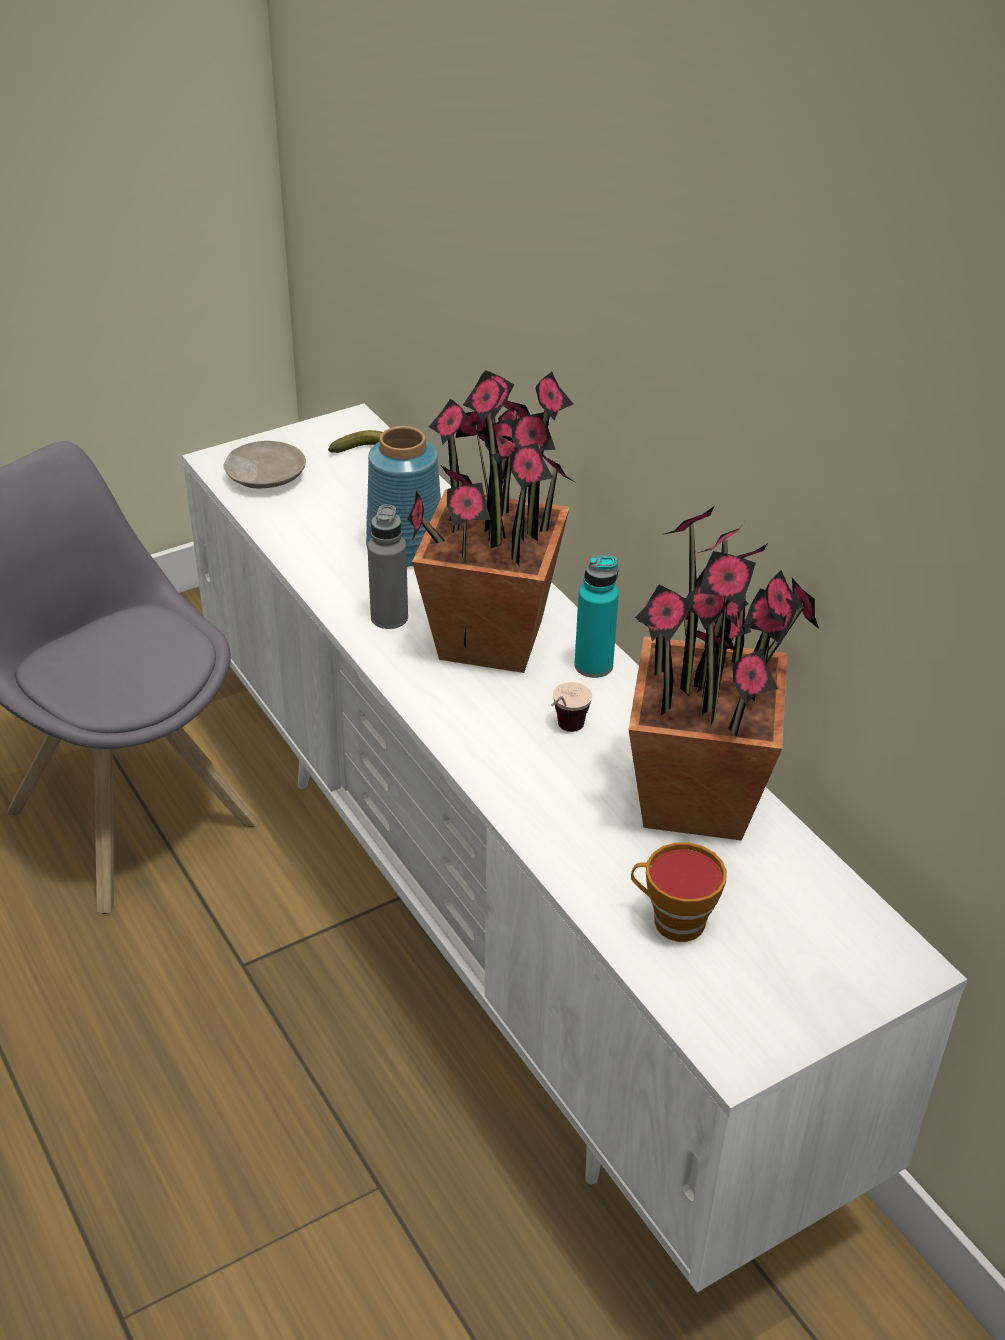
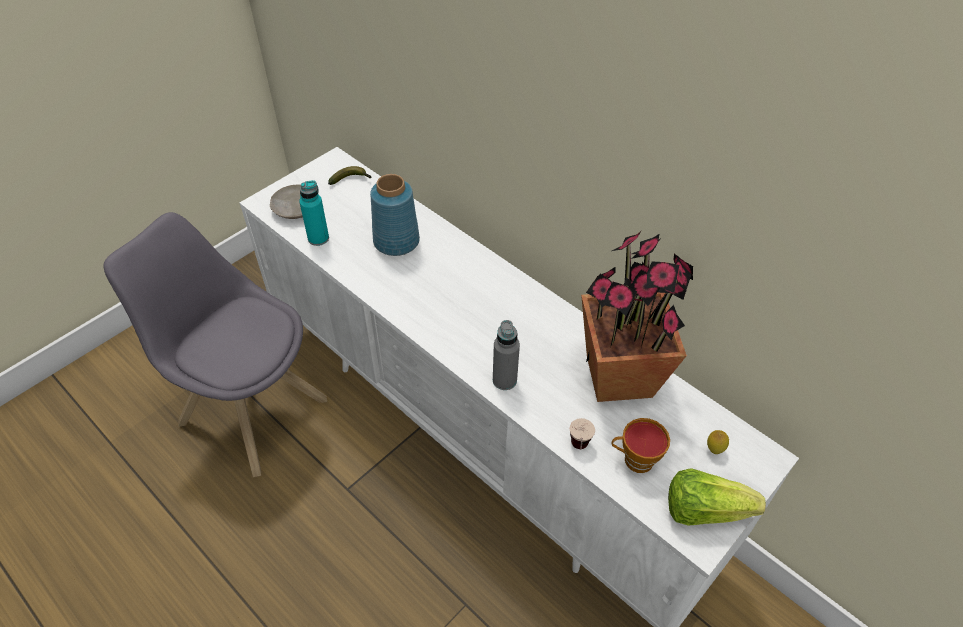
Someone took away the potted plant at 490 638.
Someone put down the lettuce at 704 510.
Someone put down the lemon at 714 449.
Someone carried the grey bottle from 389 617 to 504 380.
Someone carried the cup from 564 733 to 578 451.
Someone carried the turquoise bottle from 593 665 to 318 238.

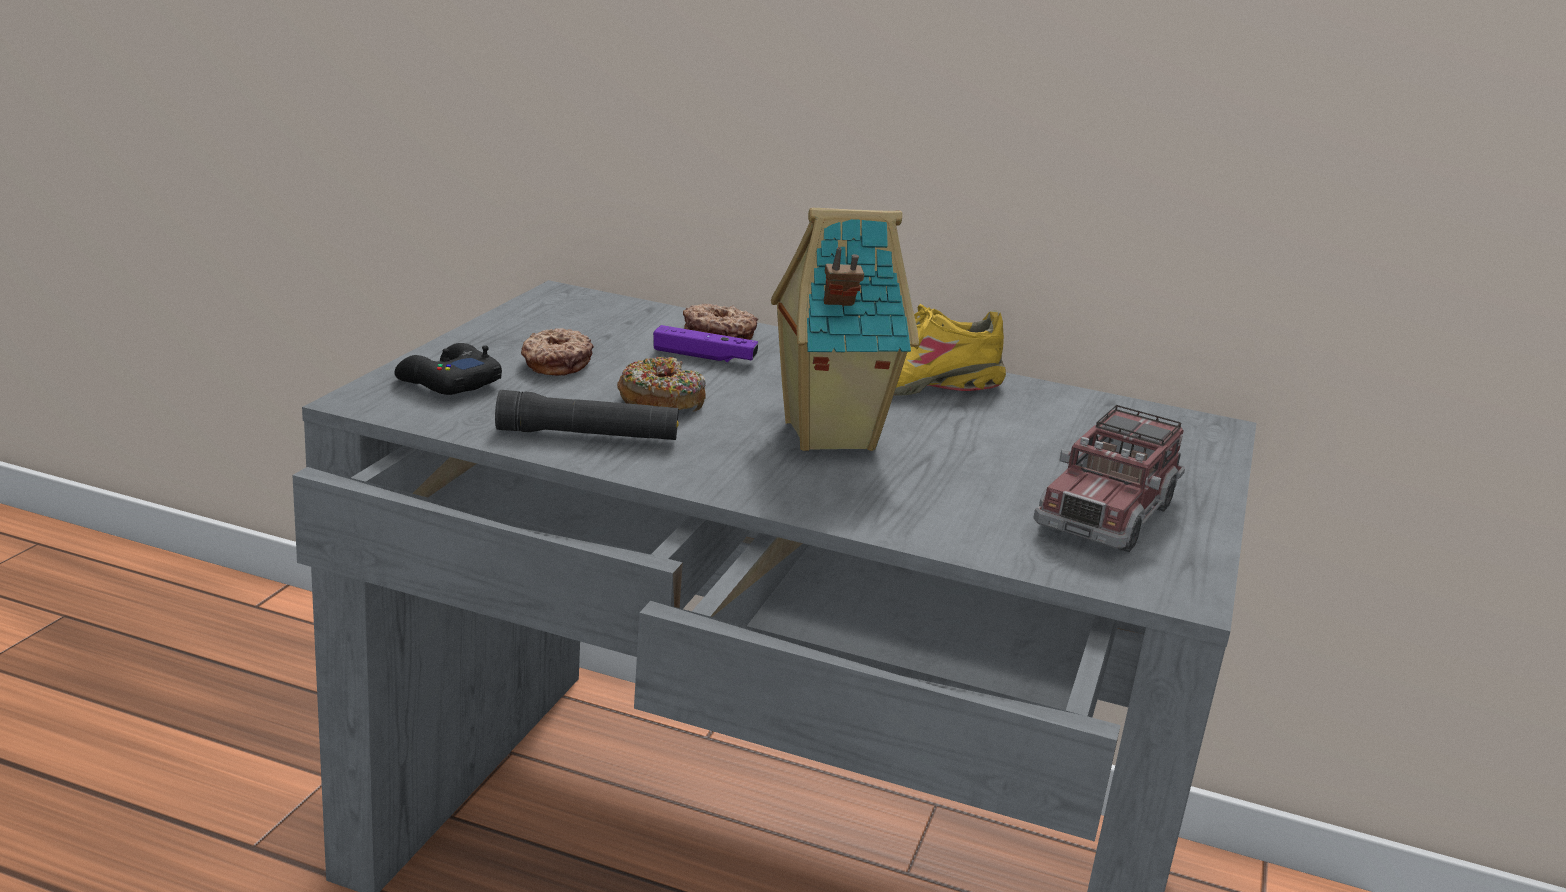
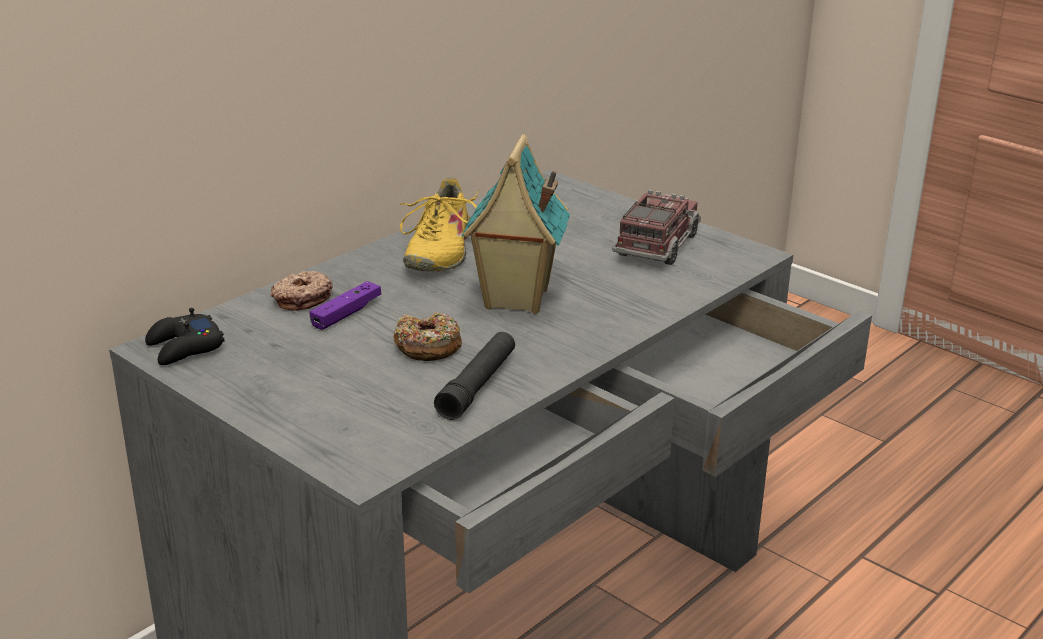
Someone took away the donut at 555 363.
Someone carried the black game controller from 448 382 to 184 348.
Someone rotated the toy truck at 1107 513 by 120 degrees counterclockwise.

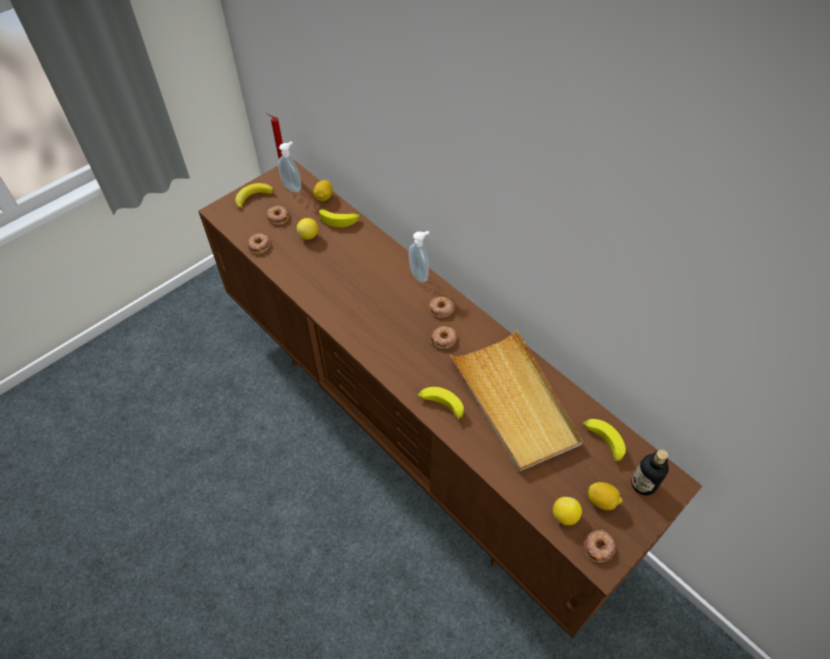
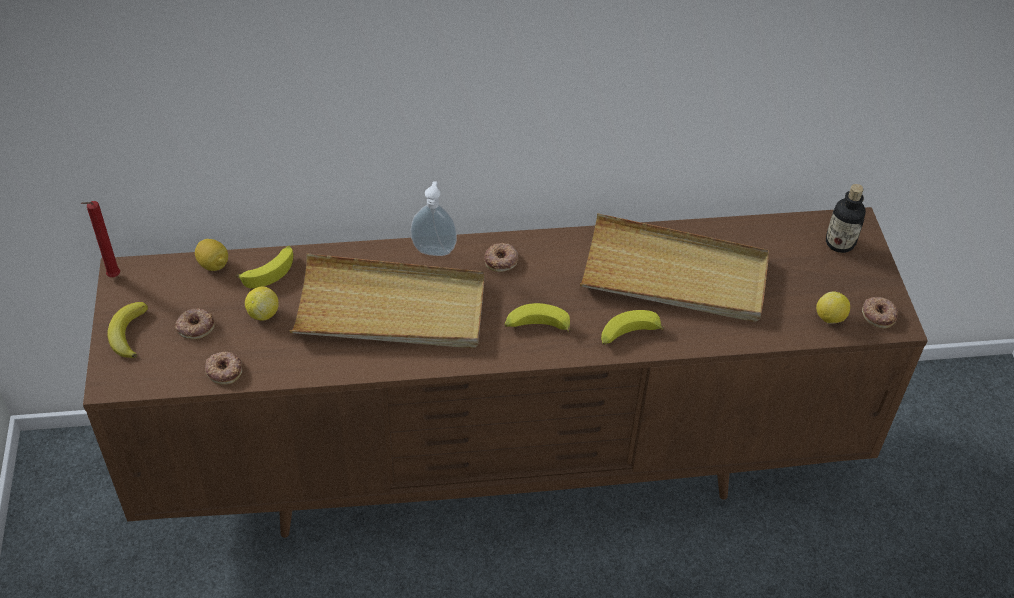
Someone took away the soap dispenser at 293 187.
Someone took away the donut at 444 339.
Someone took away the lemon at 601 501.
Someone put down the beige tray at 391 309.
Someone carried the banana from 602 441 to 536 327.

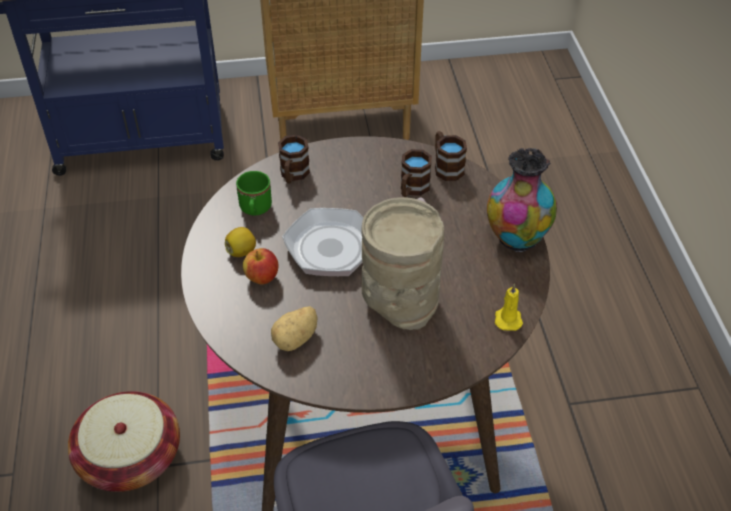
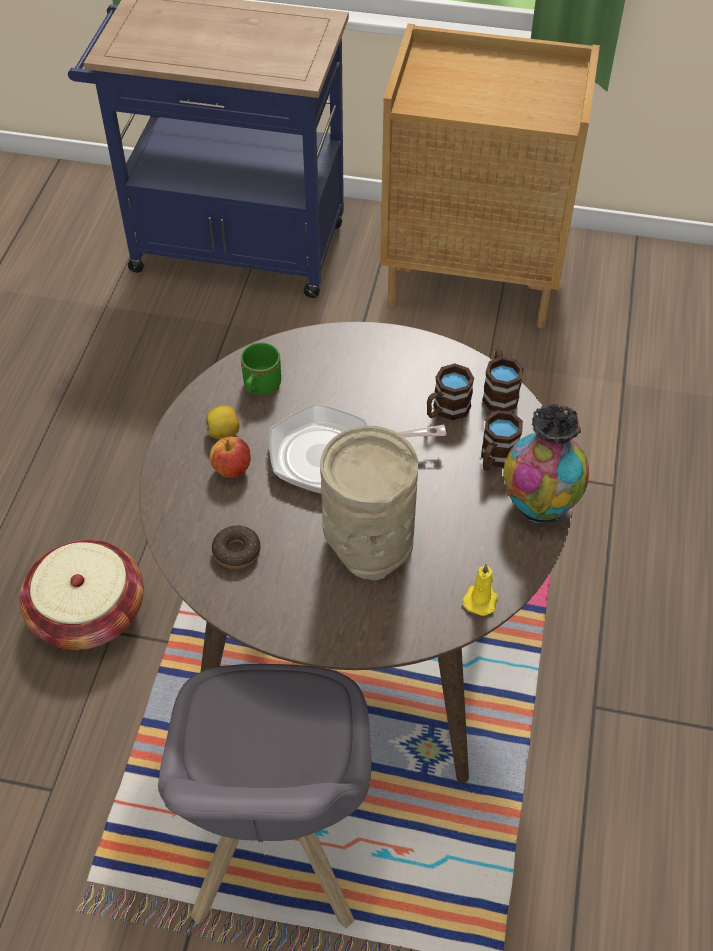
Someone carried the brown mug from 293 175 to 495 458.
Someone swapped the potato at 296 339 for the donut at 236 551.

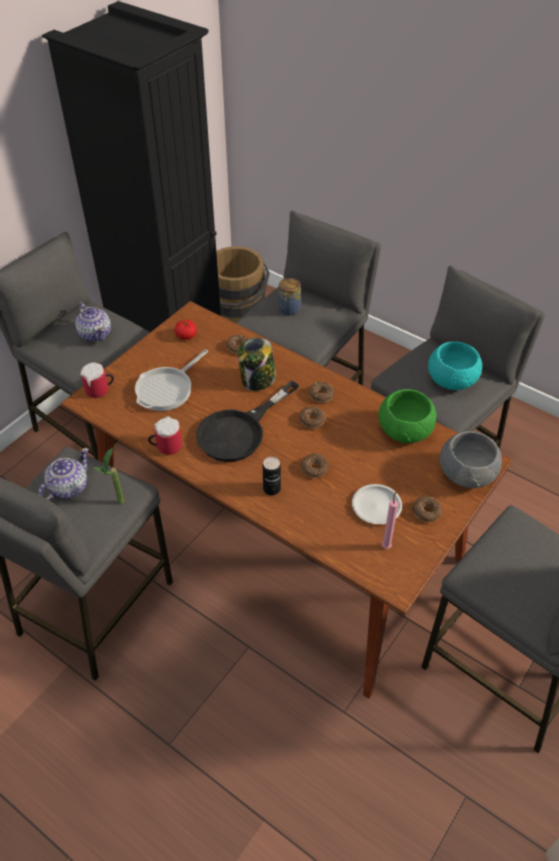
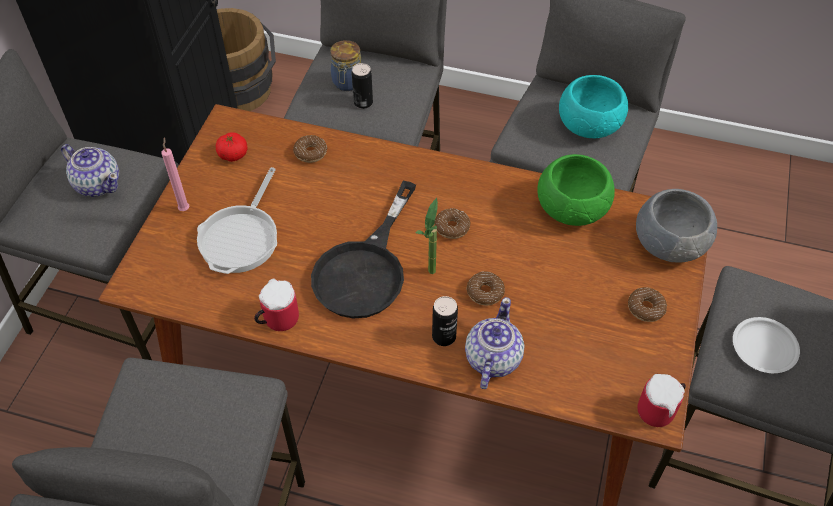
Someone took away the jar at 257 380.
Someone took away the donut at 321 395.
Someone put down the can at 363 102.
Someone carried the teapot from 68 487 to 492 359.
Someone carried the mug from 100 390 to 660 410.
Someone carried the potted plant from 117 506 to 431 277.
Someone carried the white plate from 376 507 to 764 348.
Someone carried the pink candle from 386 545 to 184 208.

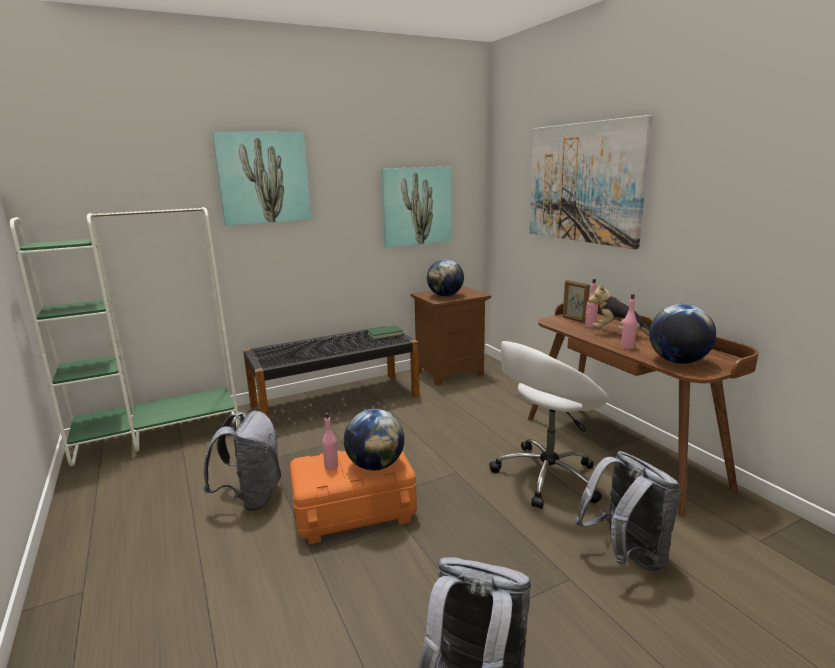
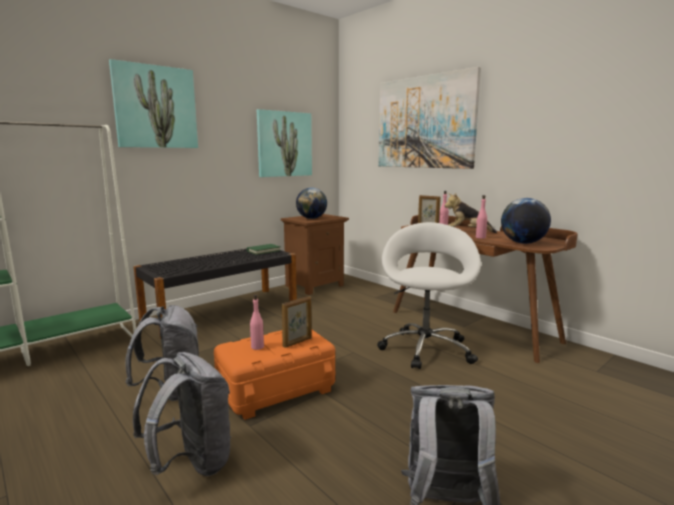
Someone carried the grey backpack from 626 556 to 192 463.
Someone swapped the globe at 375 465 for the picture frame at 297 342.
Someone rotated the white office chair at 544 478 by 150 degrees clockwise.

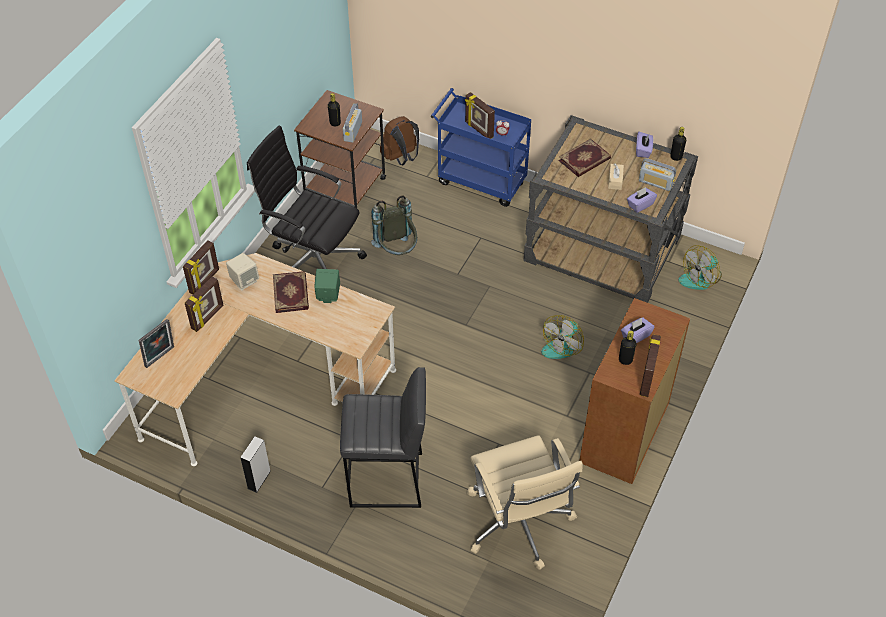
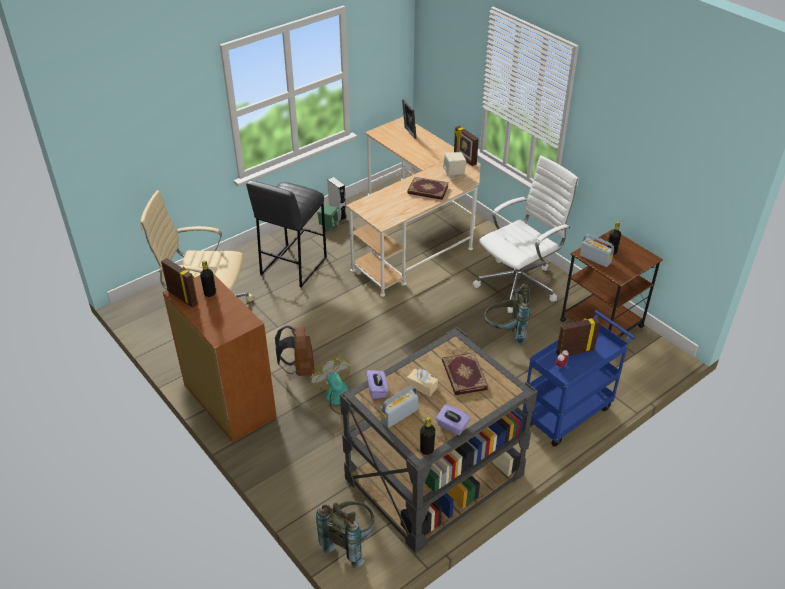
Someone took away the picture frame at 208 317.
Someone took away the purple tissue box at 635 336.
Someone carried the green speaker from 328 295 to 329 225.
Someone carried the brown backpack from 401 158 to 299 368.
Someone swapped the fan at 700 278 for the grey backpack at 349 541.
Someone repainted the black office chair at 313 261, which became the white office chair at 519 284.

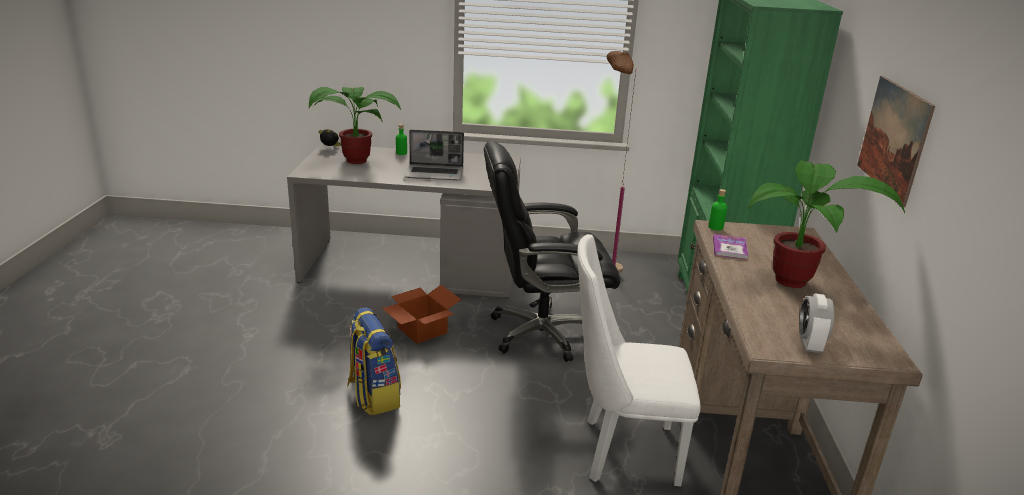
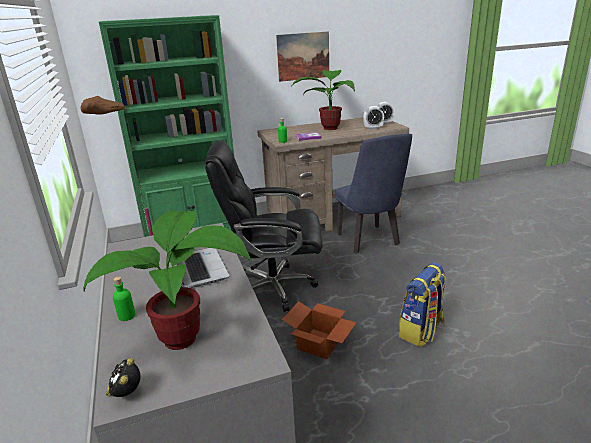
Someone put down the alarm clock at 373 128.
Someone repainted the white chair at 620 451, which became the blue chair at 370 241.
Someone rotated the black office chair at 544 332 by 120 degrees clockwise.

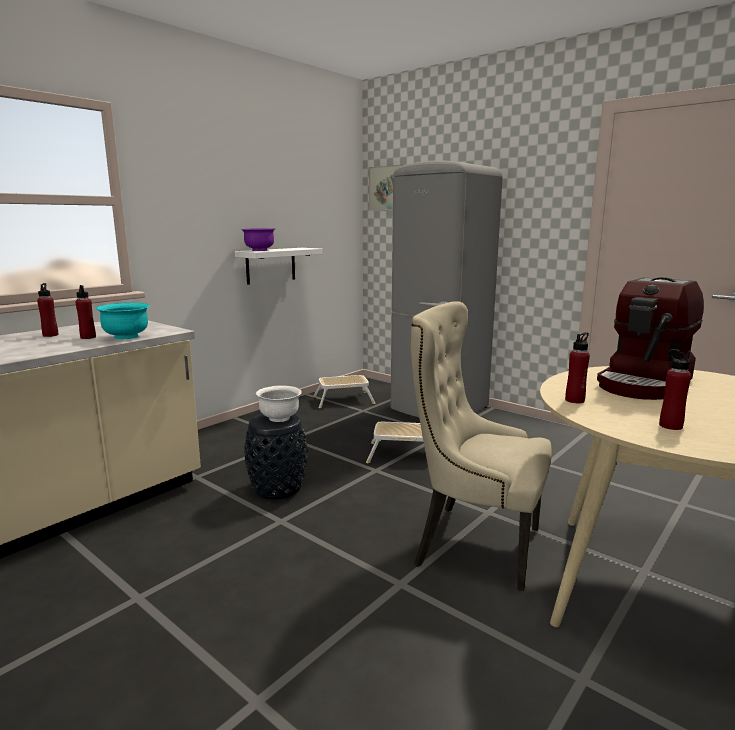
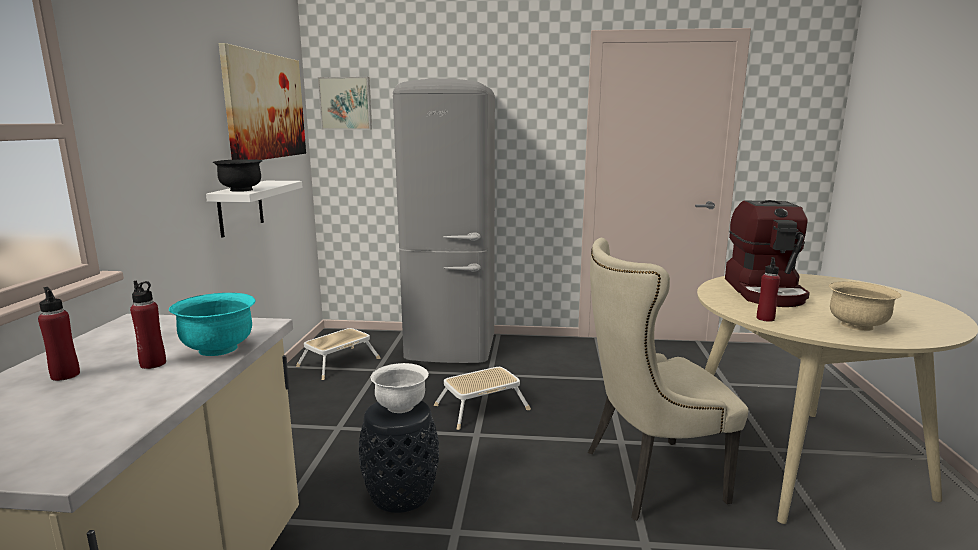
Someone put up the picture at 265 106.
Someone swapped the red bottle at 670 426 for the beige bowl at 857 326.
Someone repainted the purple bowl at 259 250, which became the black bowl at 241 190.

